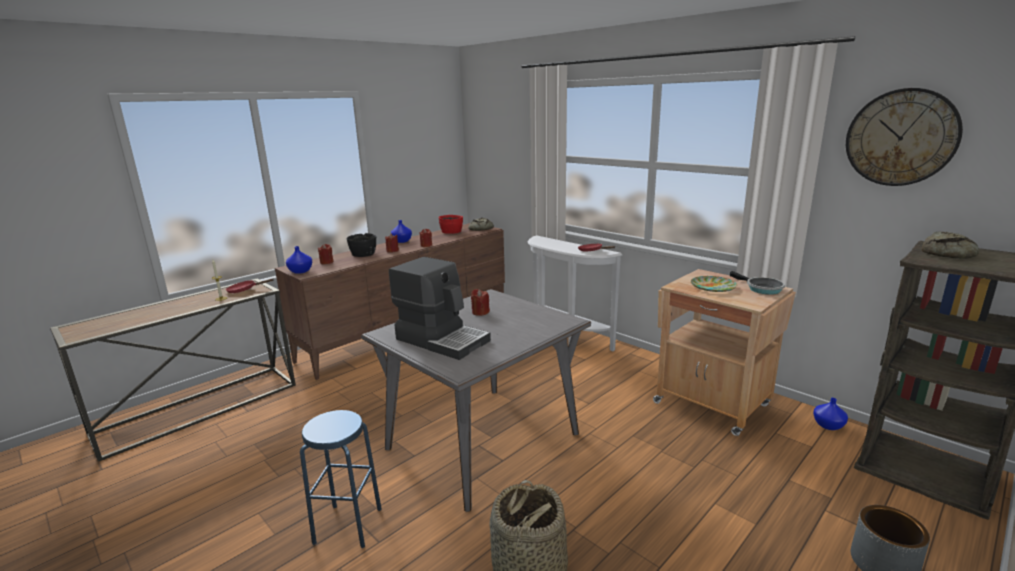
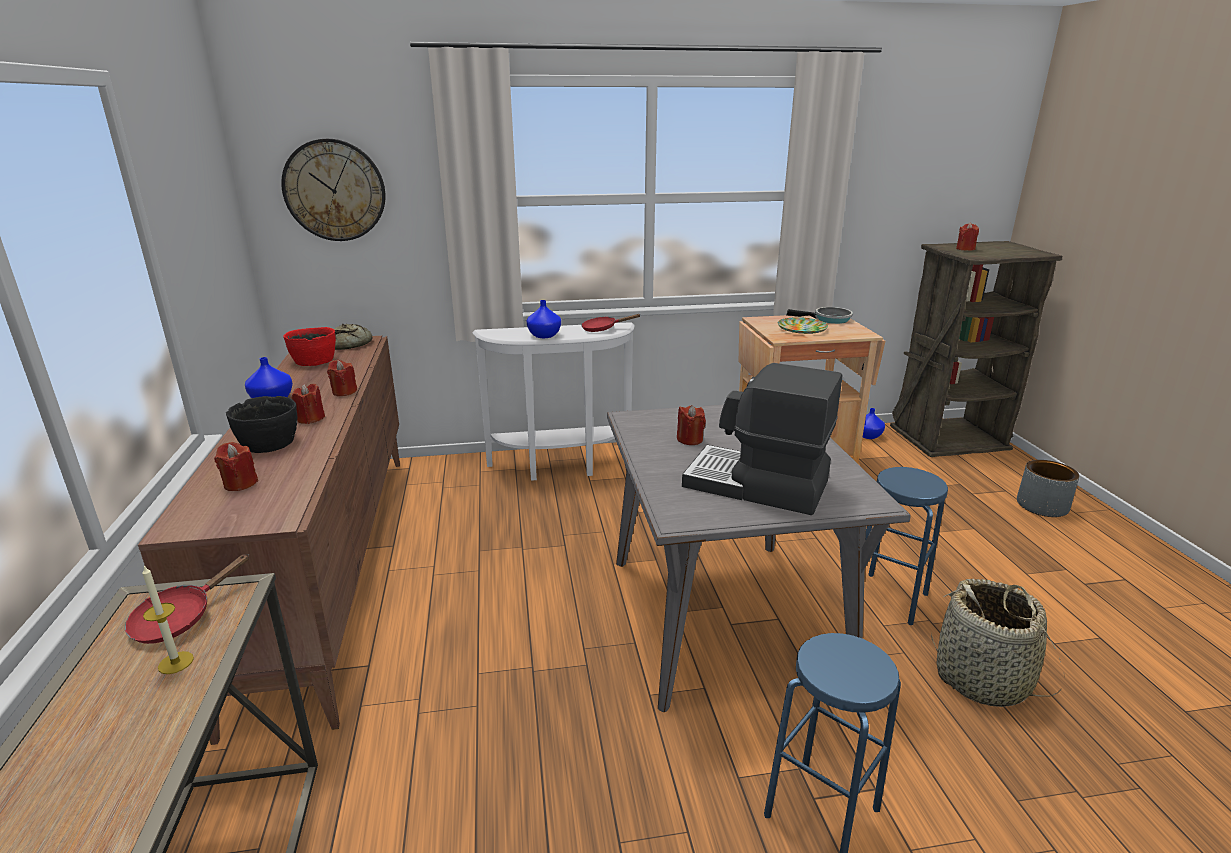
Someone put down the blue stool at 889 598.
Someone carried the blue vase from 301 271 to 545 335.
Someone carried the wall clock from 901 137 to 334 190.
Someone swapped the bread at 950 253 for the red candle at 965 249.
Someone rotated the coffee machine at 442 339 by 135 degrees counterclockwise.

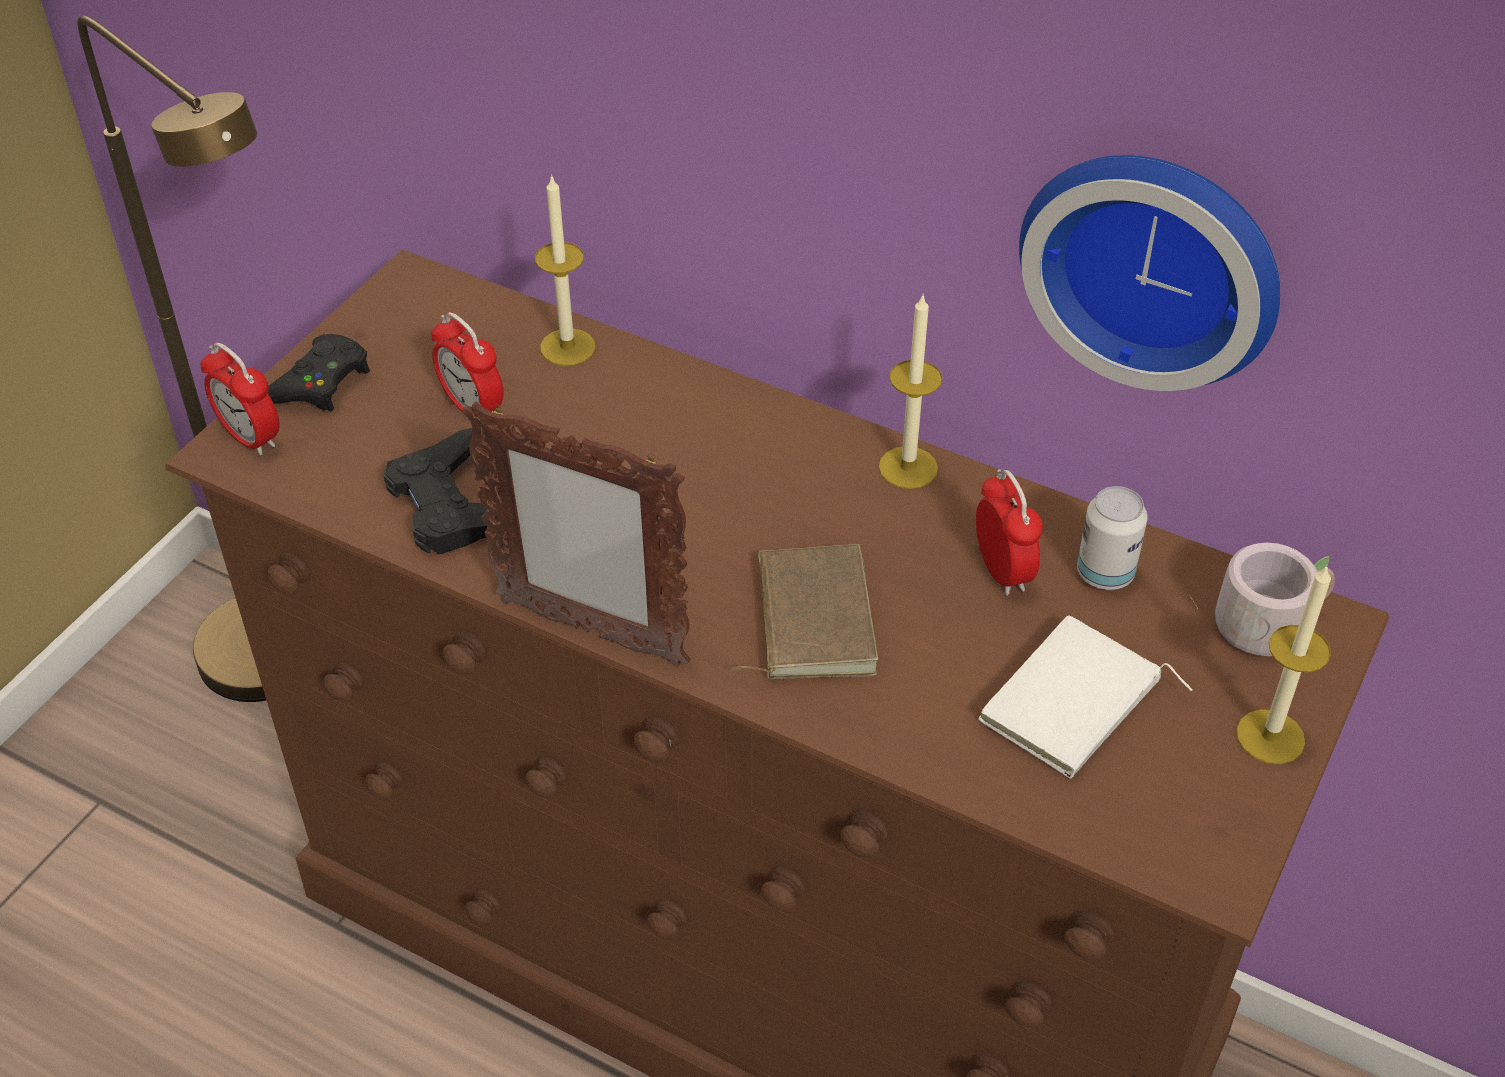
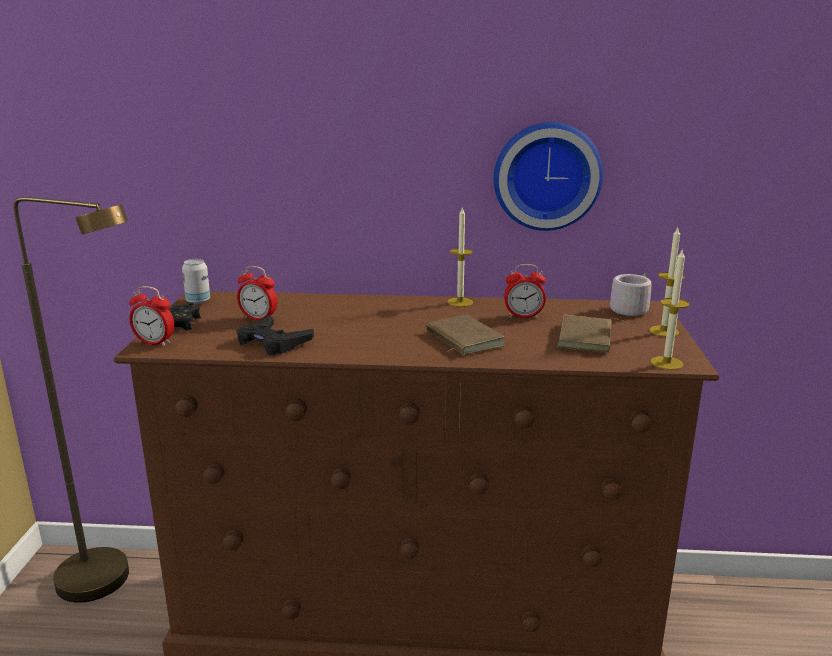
Someone took away the picture frame at 590 631.
Someone carried the candle from 567 347 to 666 363.
Someone carried the can from 1105 574 to 198 301.
Someone repainted the white book at 1074 706, which became the brown book at 587 338.
Someone rotated the alarm clock at 1002 571 by 135 degrees clockwise.

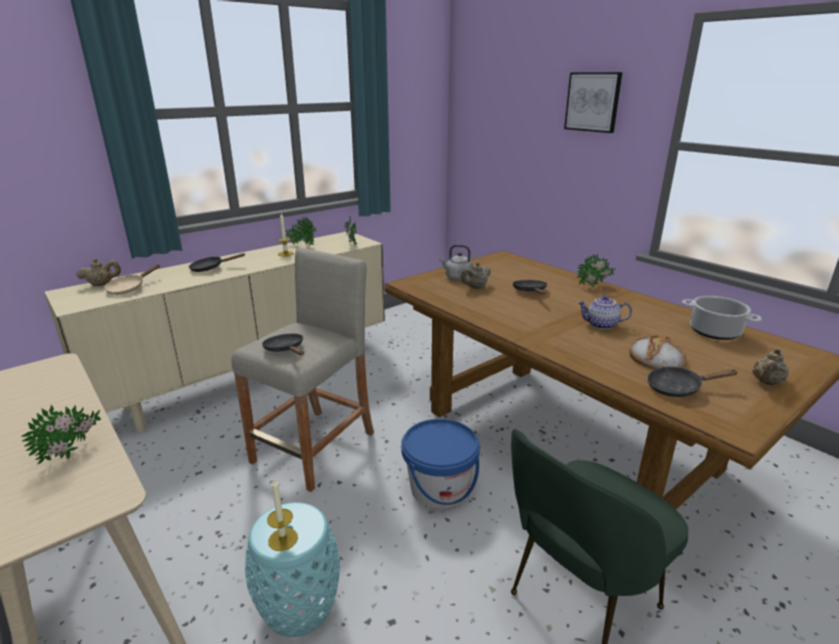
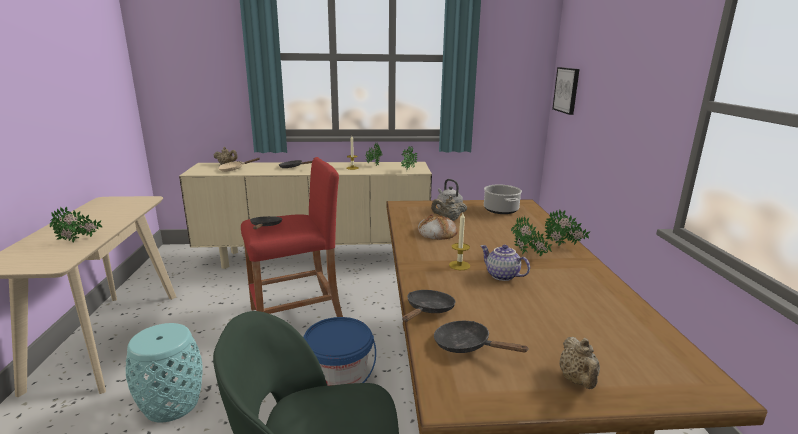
Someone put down the potted plant at 528 255.
Someone carried the candle from 283 539 to 459 265.
Someone carried the black frying pan from 530 291 to 428 310.
Someone carried the picture from 593 102 to 567 90.
Someone carried the bread from 656 358 to 436 232.
Someone carried the cooking pot from 713 331 to 500 210.
Someone repainted the beige stool at 314 447, which became the red stool at 296 316.
Someone rotated the beige teapot at 766 382 by 75 degrees counterclockwise.

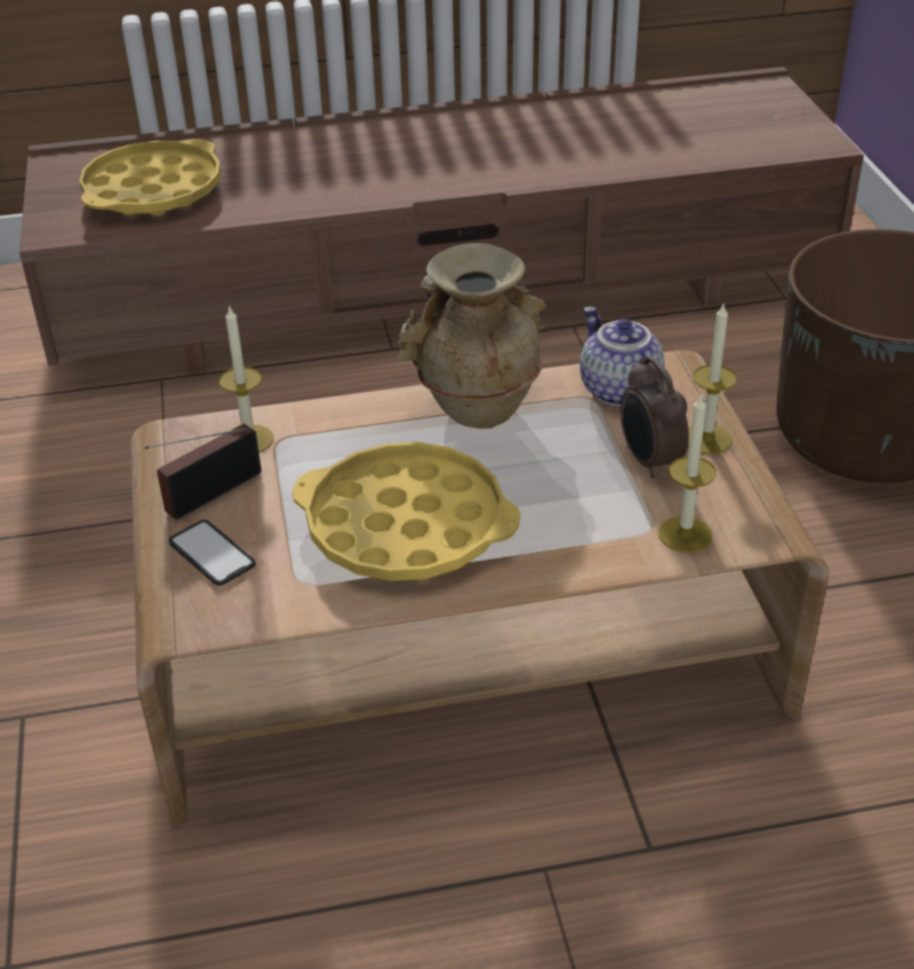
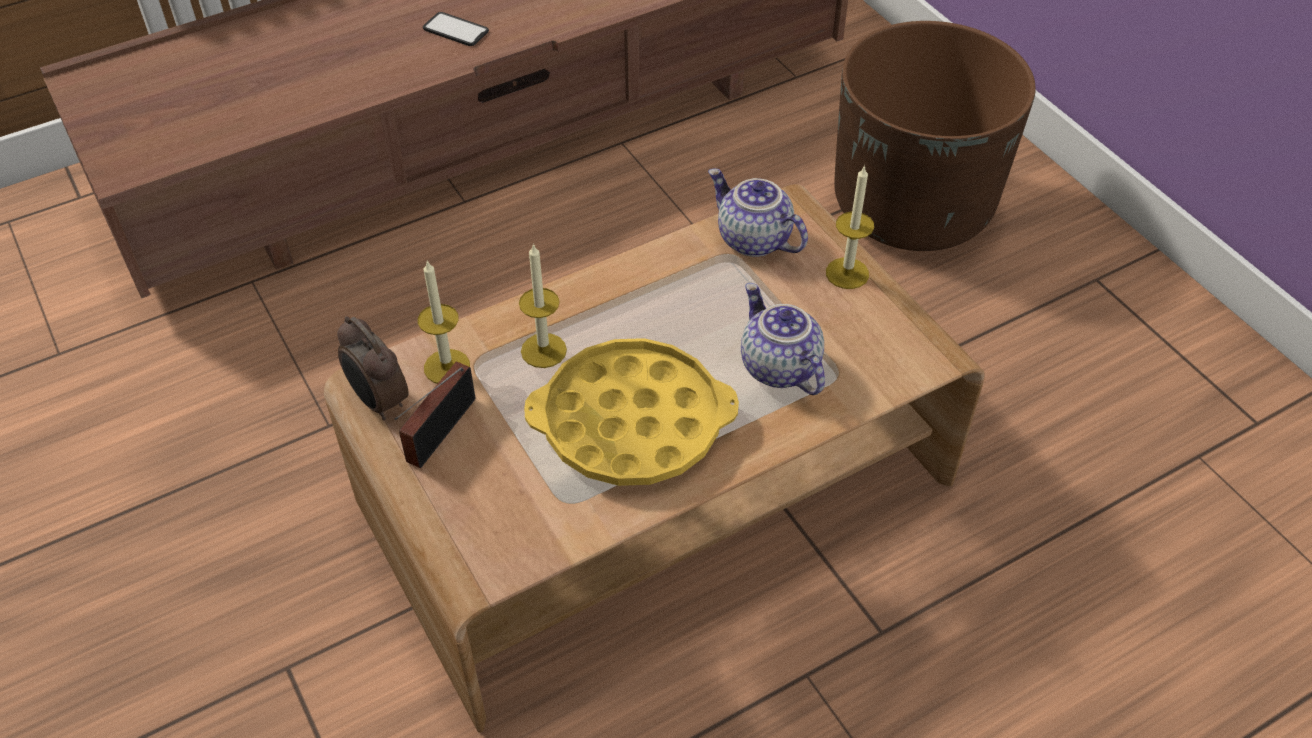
Someone took away the yellow tray at 153 190.
Someone took away the beige vase at 477 408.
Someone put down the teapot at 777 367.
Someone carried the phone from 212 554 to 456 30.
Someone carried the alarm clock from 649 461 to 379 401.
Someone carried the candle from 685 534 to 543 350.

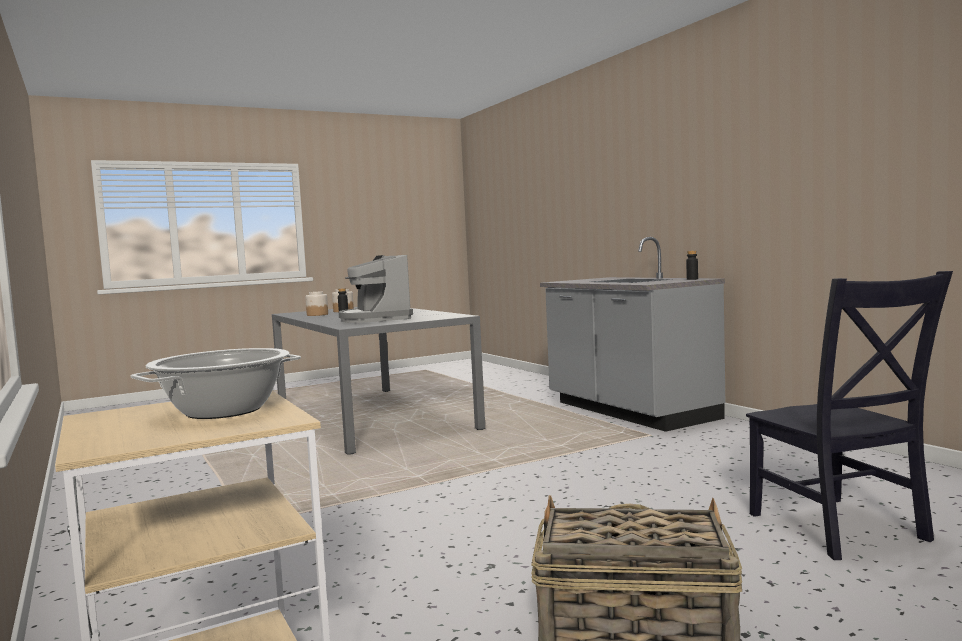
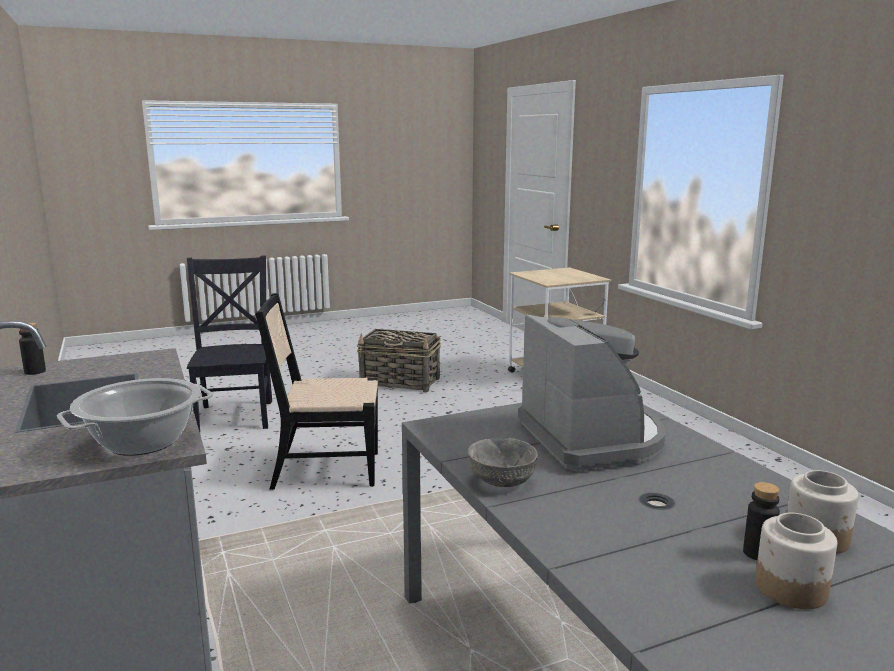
Someone put down the chair at 326 470.
Someone put down the grey bowl at 501 481.
Someone carried the cooking pot from 223 411 to 143 442.

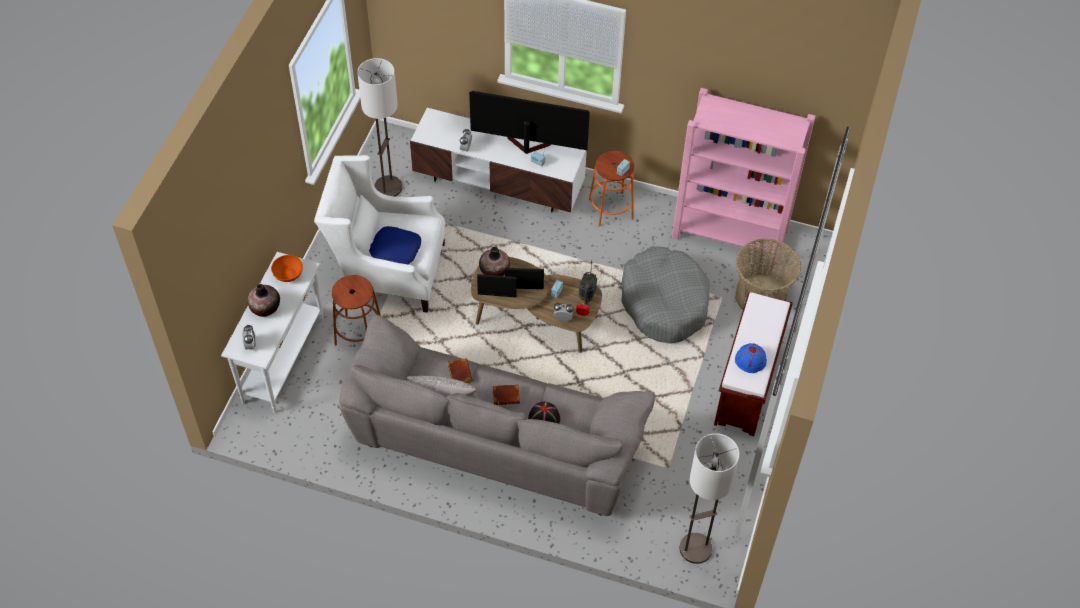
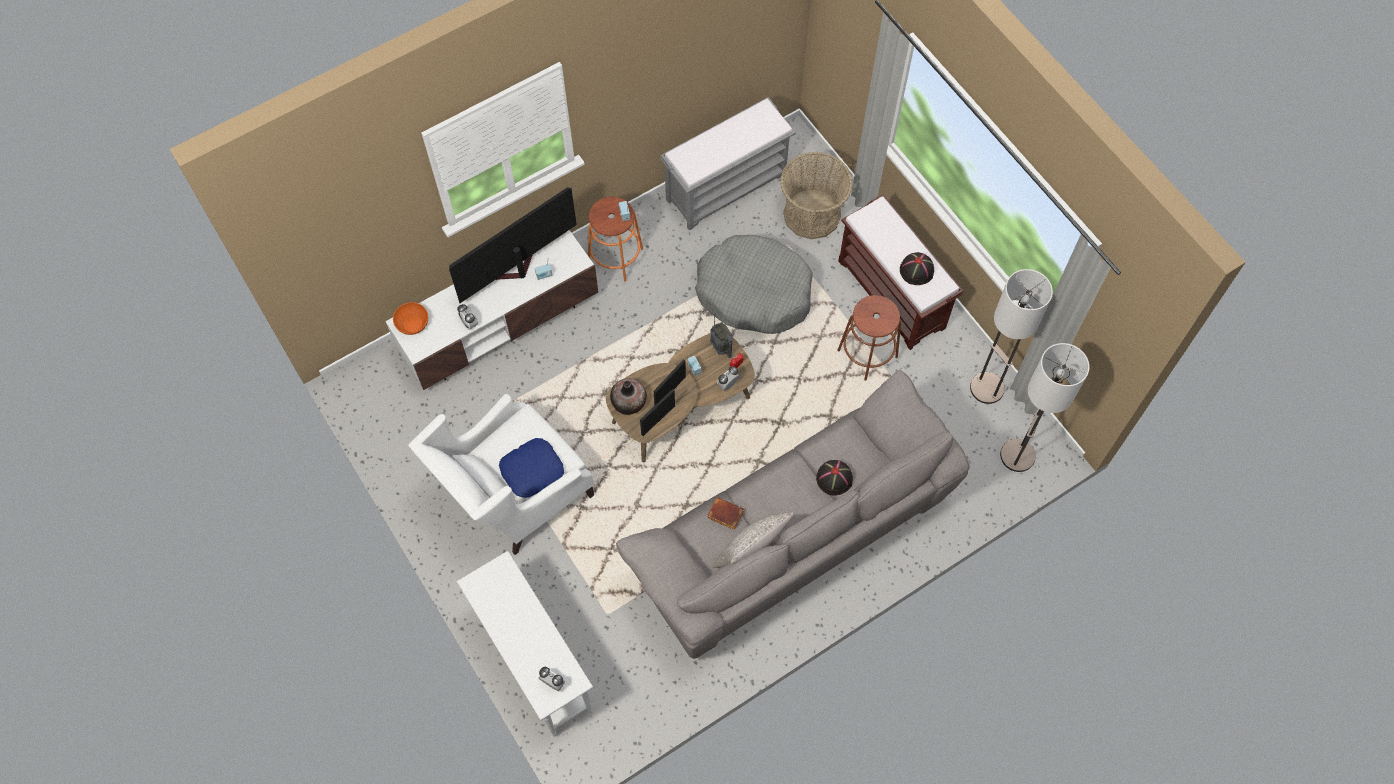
Someone took away the vase at 265 308.
Someone took away the brown book at 506 395.
Someone carried the orange bowl from 288 274 to 412 324.
Someone carried the brown stool from 358 333 to 867 354.
Someone carried the floor lamp from 388 187 to 986 388.
Someone swapped the pink bookcase at 730 233 for the grey bench at 727 186.
Someone repainted the blue hat at 750 360, which became the black hat at 917 270.

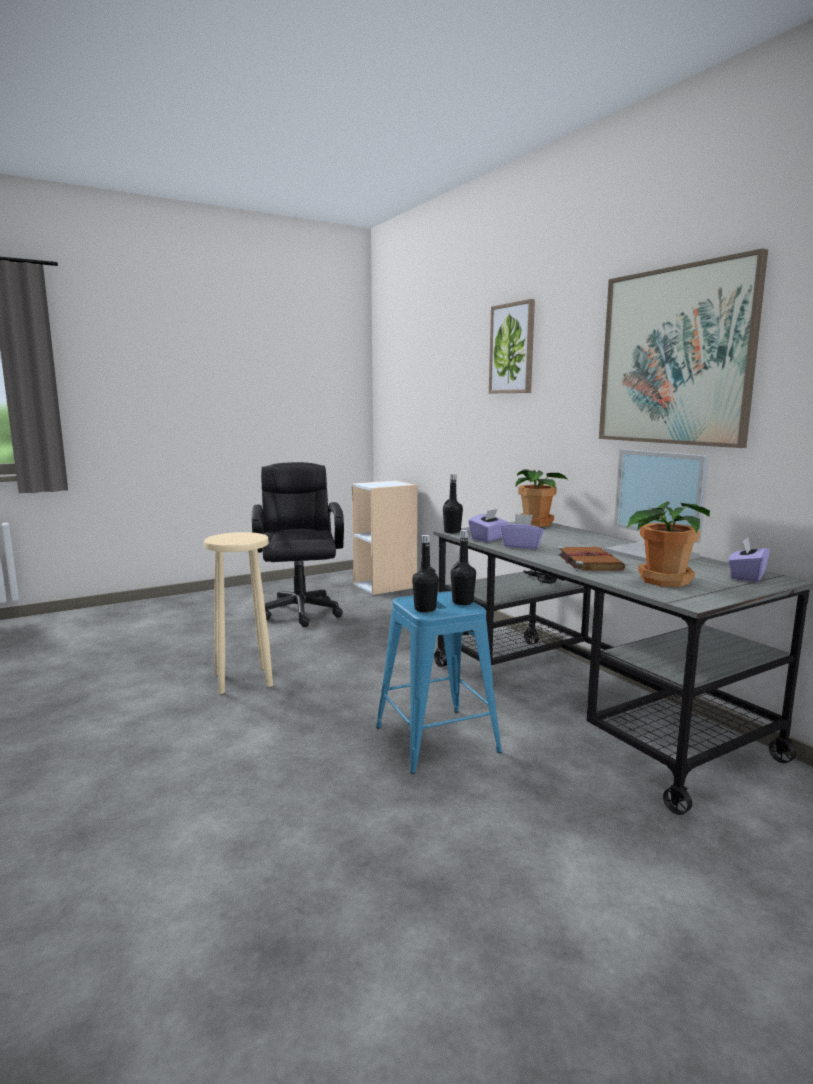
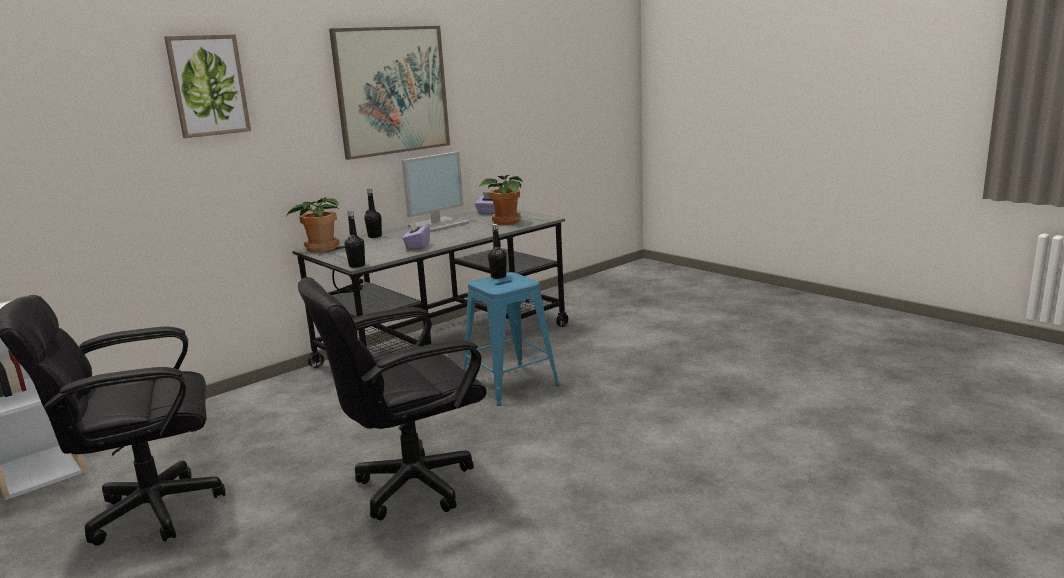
Someone took away the purple tissue box at 488 538.
Someone took away the brown book at 588 562.
Someone carried the black bottle from 425 609 to 375 236.
Someone swapped the beige stool at 244 679 for the black office chair at 408 491.

